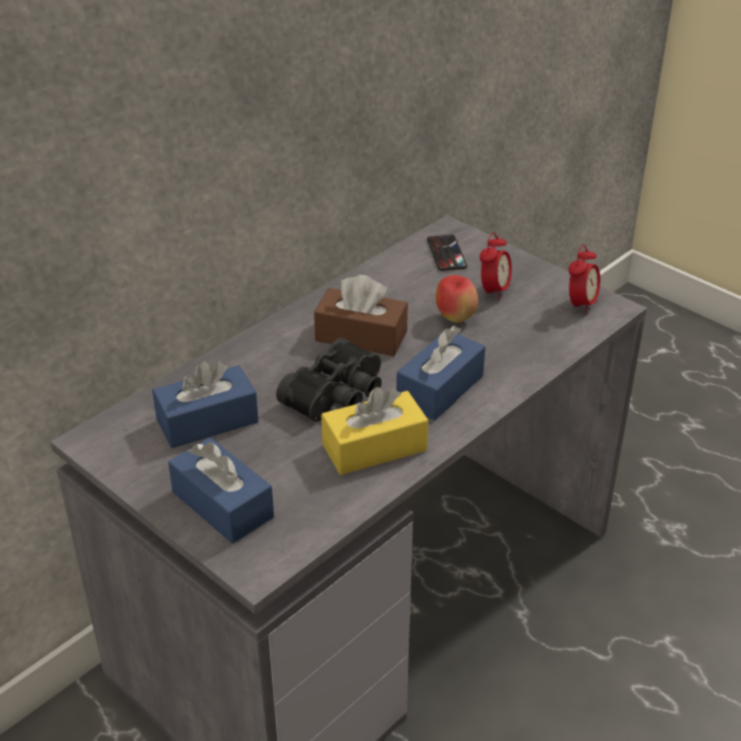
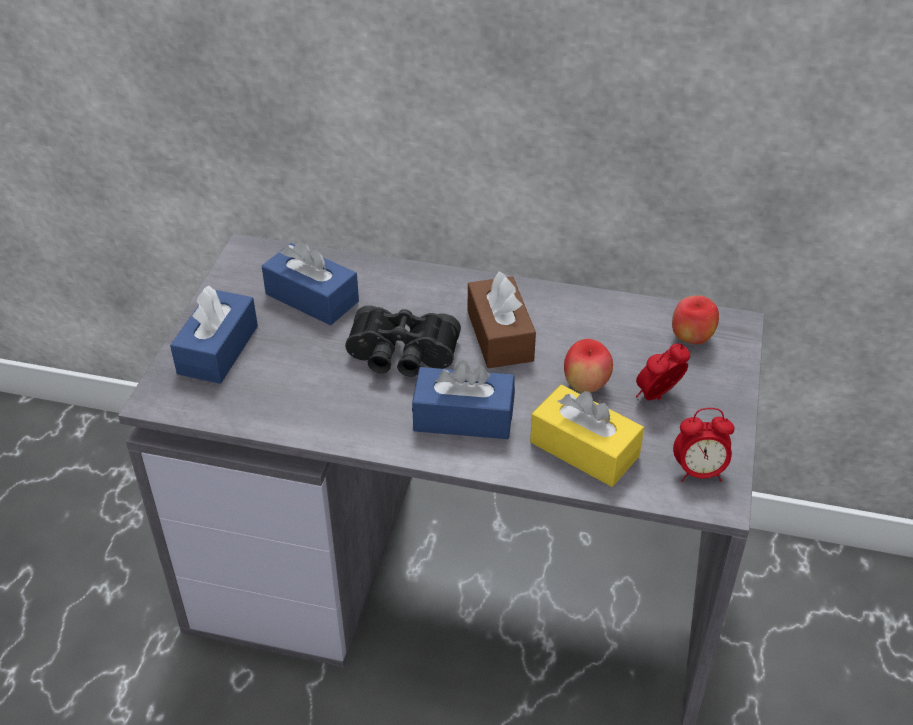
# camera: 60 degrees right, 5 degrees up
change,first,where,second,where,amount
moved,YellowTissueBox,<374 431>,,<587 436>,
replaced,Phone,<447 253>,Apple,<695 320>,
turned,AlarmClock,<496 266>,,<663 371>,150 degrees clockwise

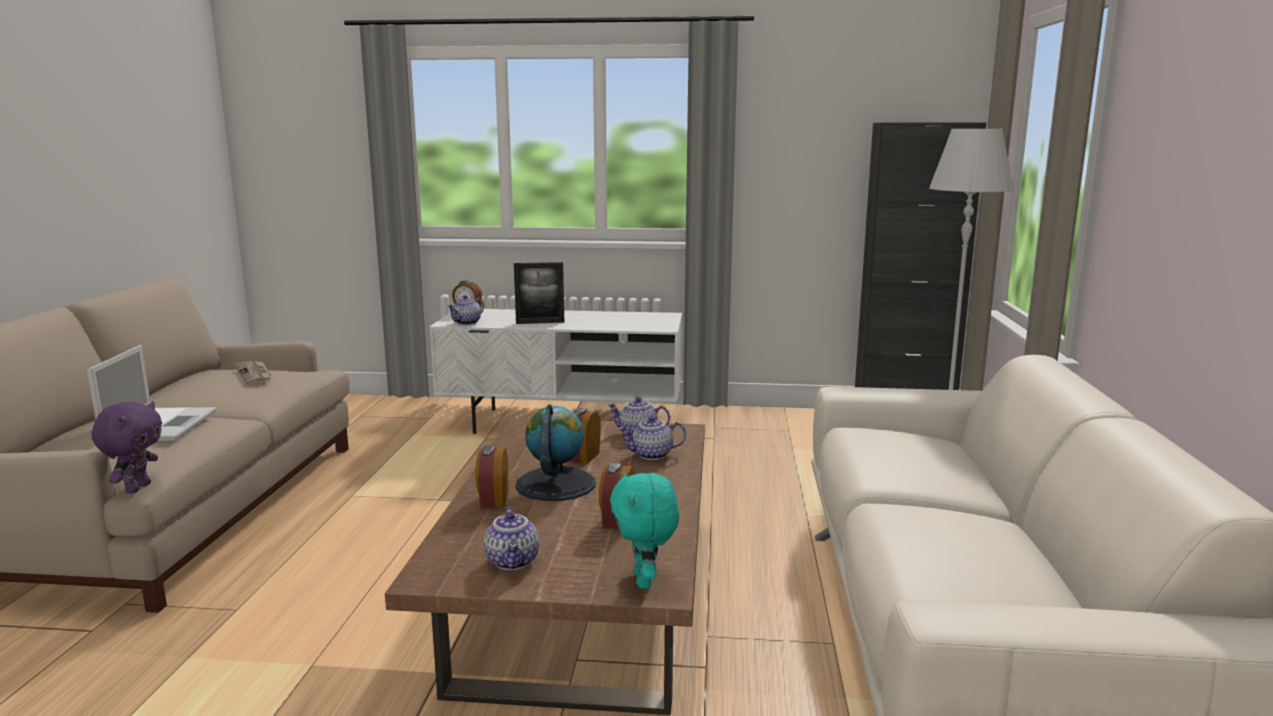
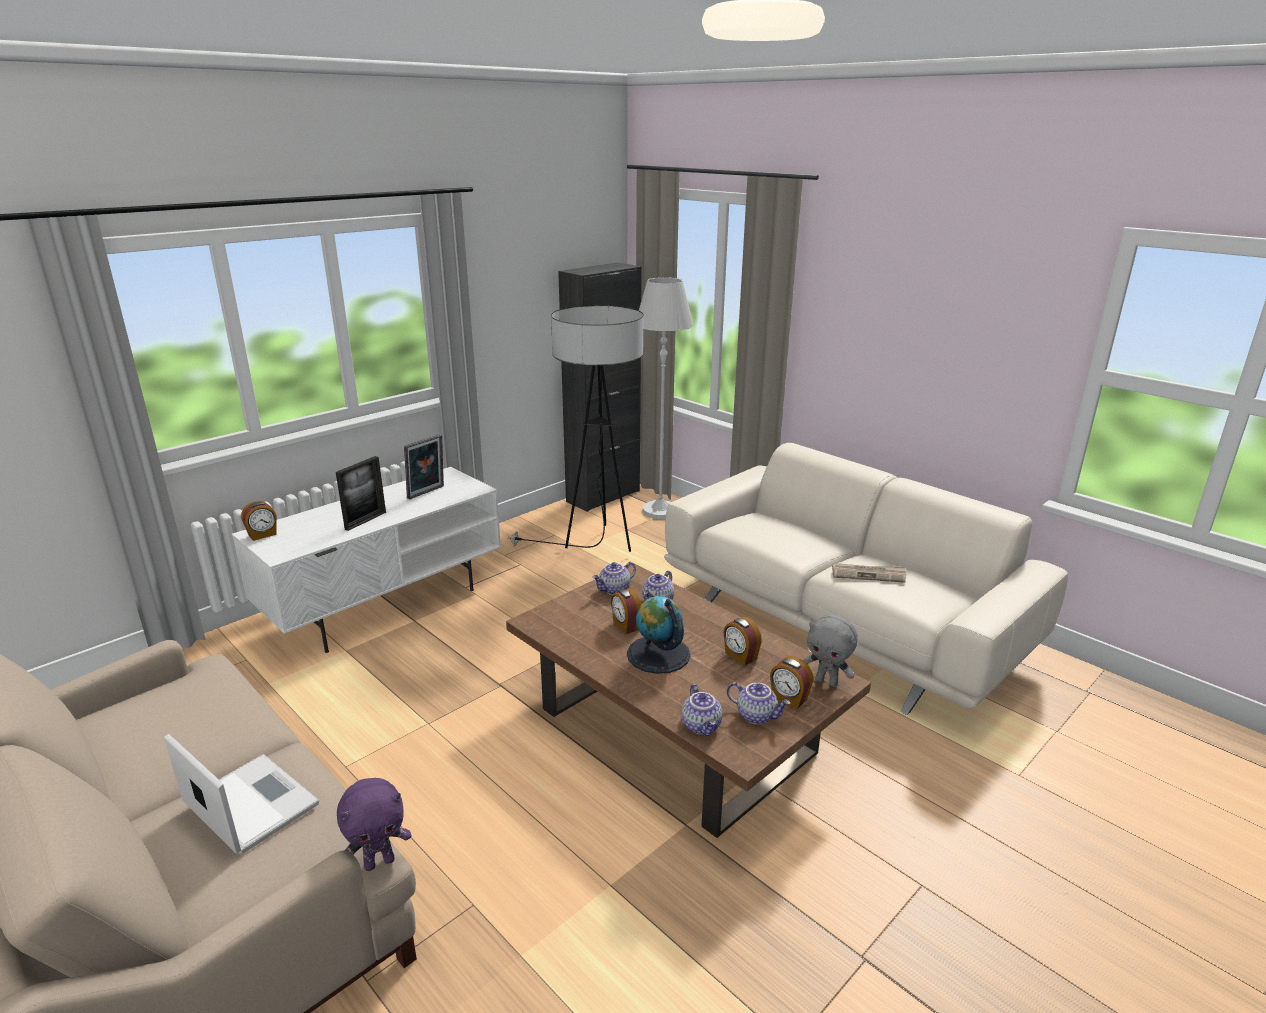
# camera: 50 degrees left, 10 degrees up
change,first,where,second,where,amount
turned,PurplePlushToy,<127 447>,,<374 824>,105 degrees clockwise
moved,Newspaper,<253 373>,,<869 573>,
moved,Teapot,<465 310>,,<702 710>,
moved,AlarmClock,<492 476>,,<791 682>,
recoloured,TurquoisePlushToy,<644 530>,GreyPlushToy,<830 651>,
added,,,PictureFrame,<424 466>,
added,,,FloorLamp,<575 428>,

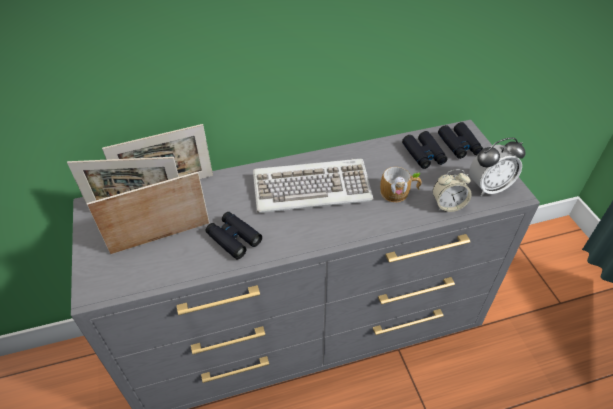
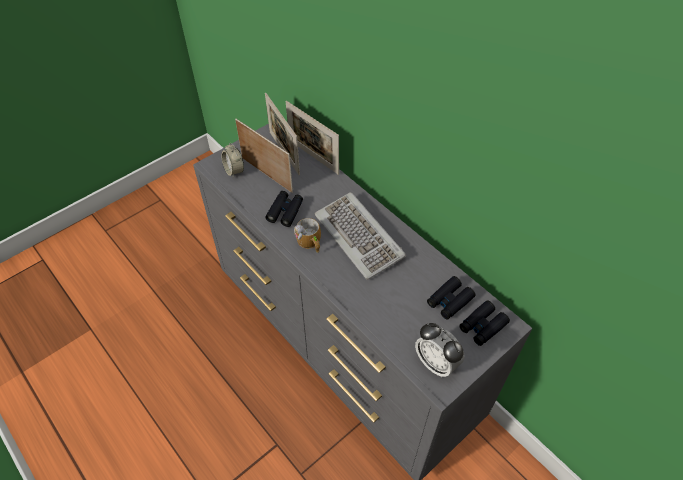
# camera: 65 degrees right, 5 degrees up
change,first,where,second,where,amount
moved,Mug,<401 184>,,<307 235>,
moved,AlarmClock,<452 190>,,<232 160>,

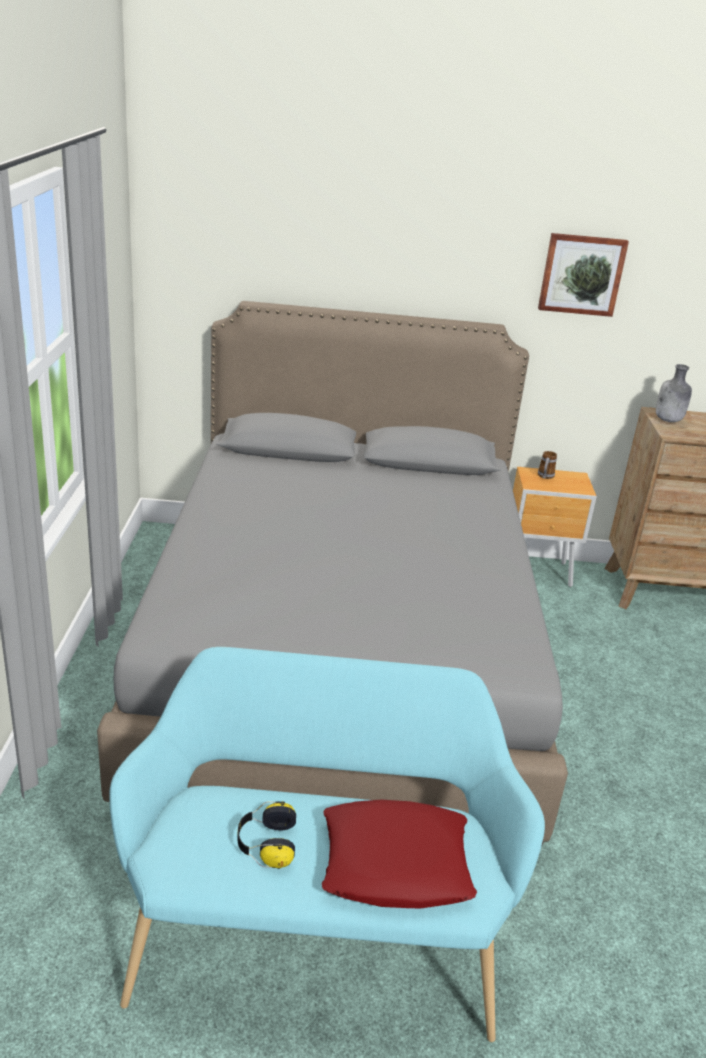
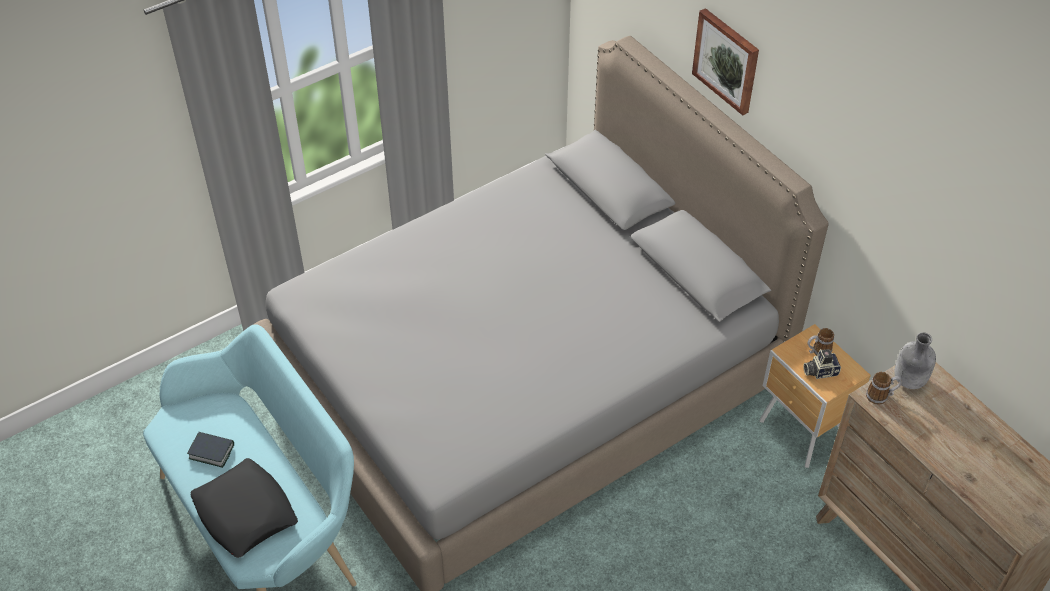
# camera: 55 degrees right, 20 degrees up
change,first,where,second,where,amount
replaced,Headphones,<266 835>,Book,<210 450>,
recoloured,RedPillow,<399 854>,BlackPillow,<244 508>,
moved,Picture,<583 275>,,<725 61>,
added,,,PhotoCamera,<822 364>,
added,,,Mug,<884 388>,

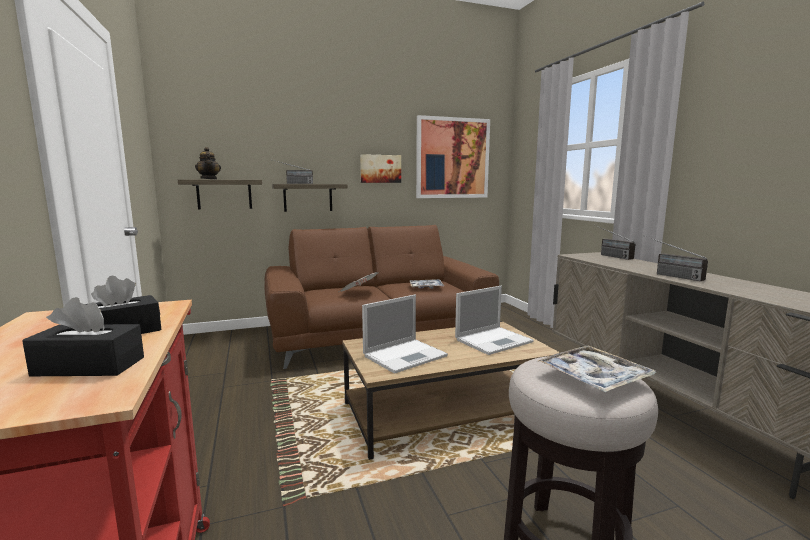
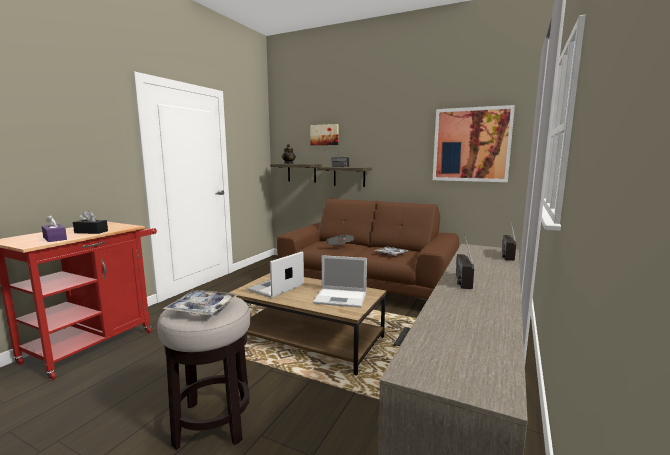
# camera: 45 degrees right, 0 degrees up
change,first,where,second,where,amount
recoloured,BlackTissueBox,<83 336>,PurpleTissueBox,<54 228>,
moved,Picture,<380 168>,,<324 134>,
turned,Laptop,<405 334>,,<275 275>,120 degrees clockwise

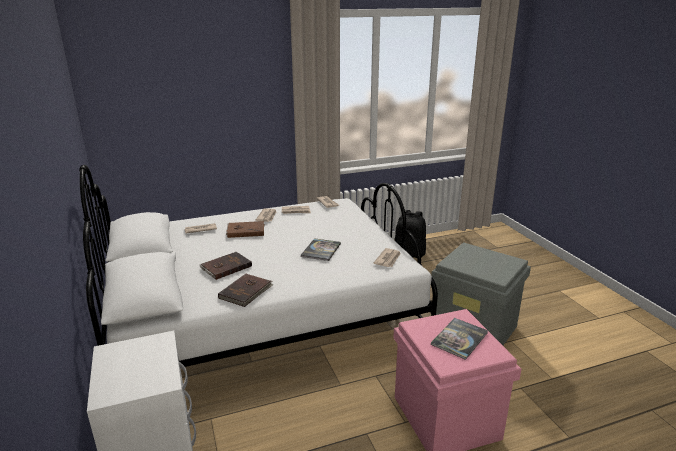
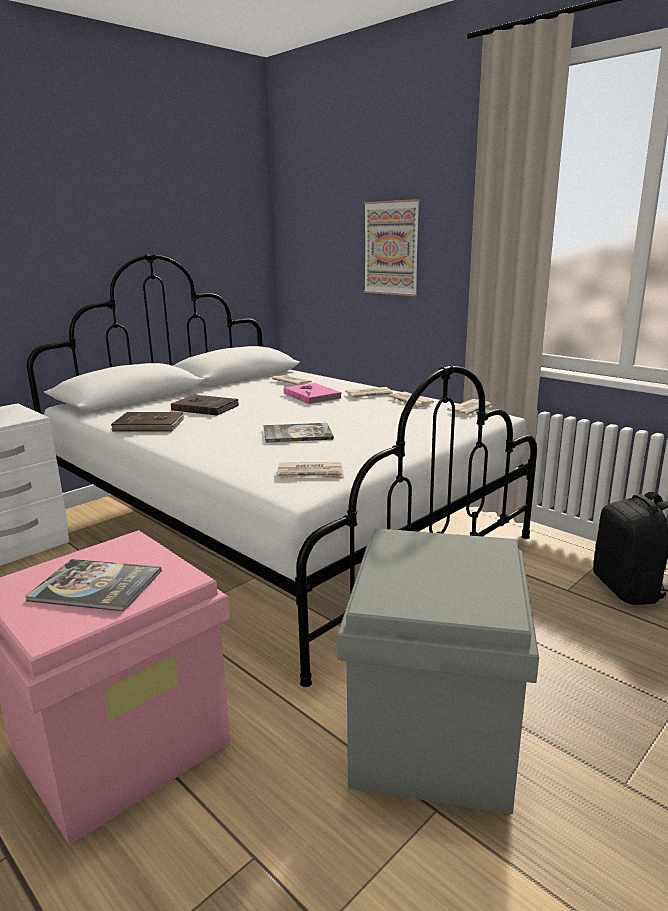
# camera: 65 degrees right, 5 degrees down
change,first,where,second,where,amount
recoloured,BrownBook,<245 229>,PinkBook,<313 393>,
added,,,Picture,<392 247>,

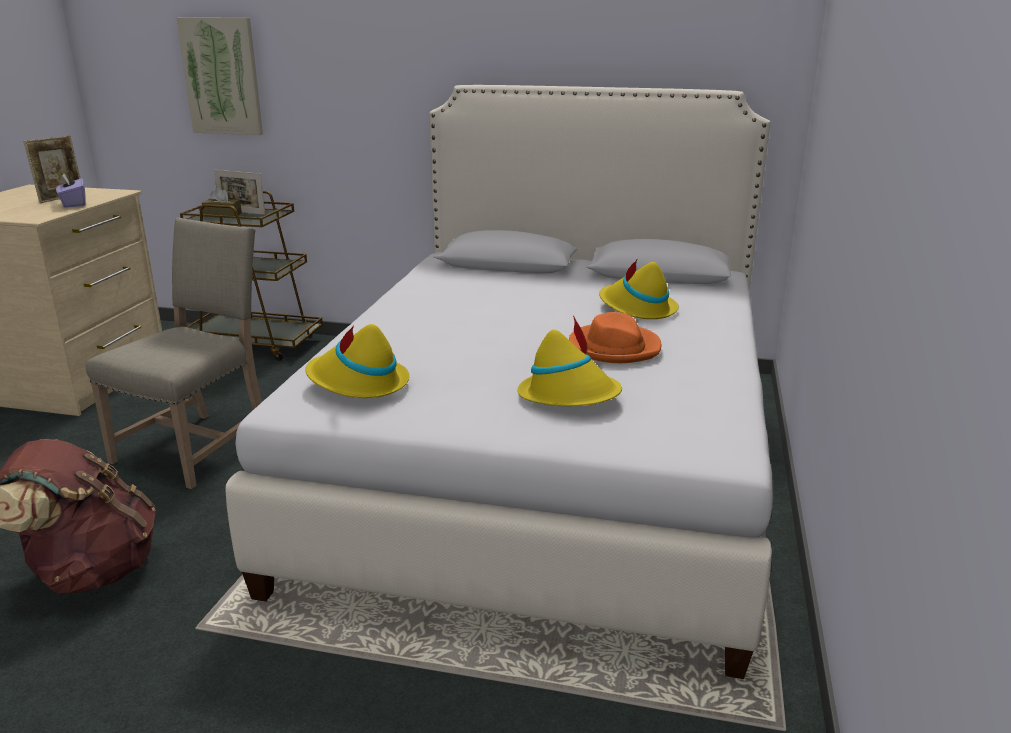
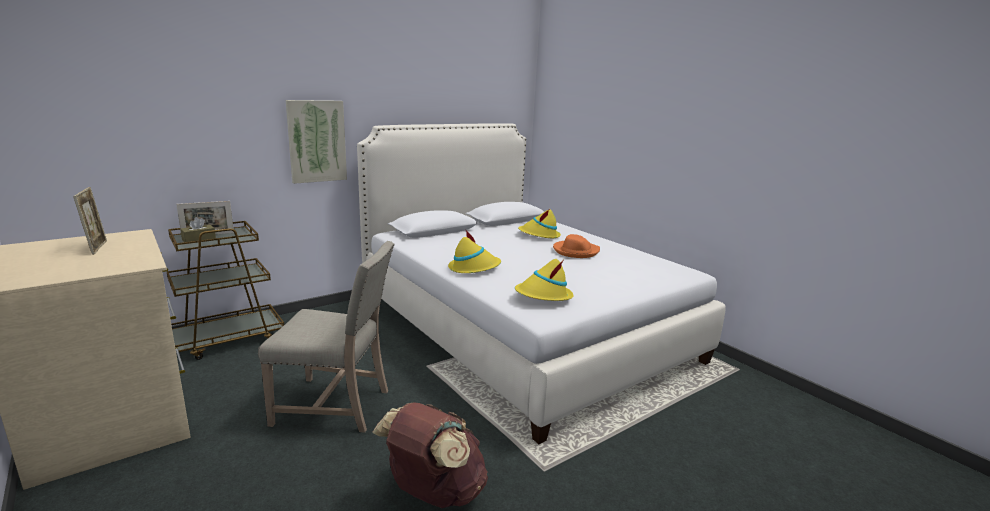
# camera: 50 degrees left, 5 degrees down
change,first,where,second,where,amount
removed,PurpleTissueBox,<71 190>,,,
turned,BeigeChair,<174 353>,,<326 337>,120 degrees clockwise
moved,Picture,<220 76>,,<316 142>,
moved,YellowHat,<569 360>,,<474 251>,

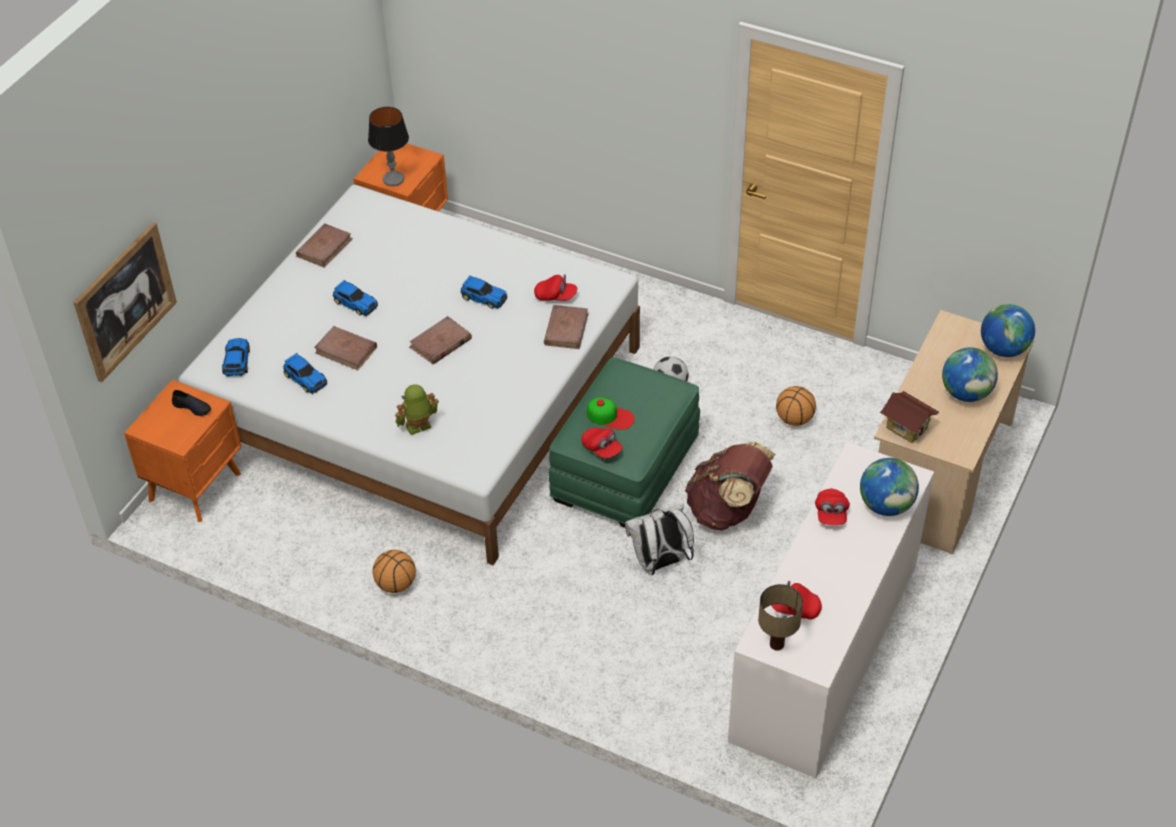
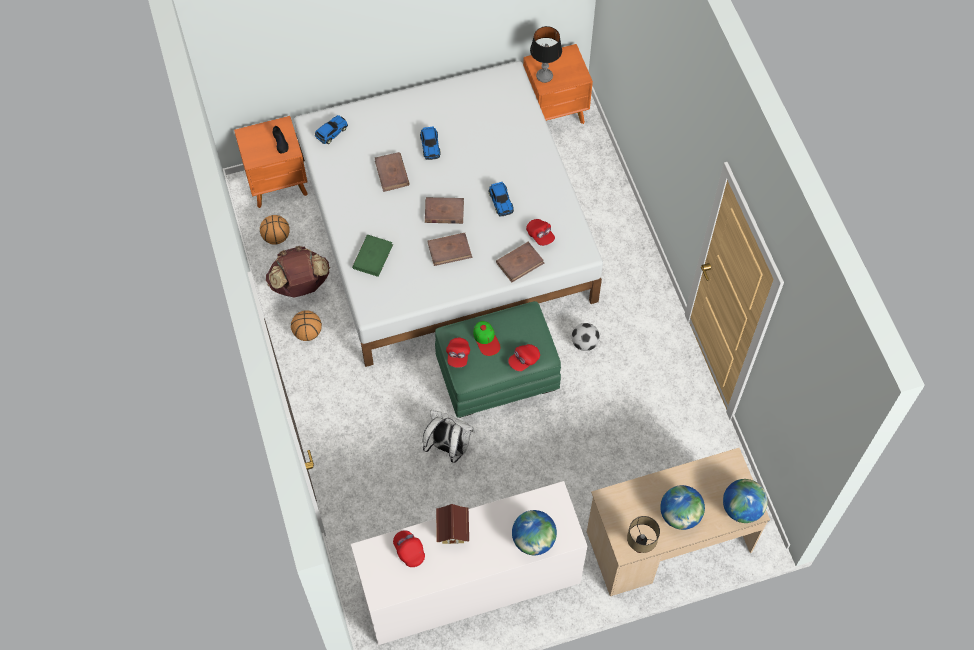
# camera: 45 degrees right, 15 degrees up
change,first,where,second,where,amount
removed,Picture,<125 302>,,,
removed,ToyCar,<305 373>,,,
moved,BrownBook,<324 245>,,<450 249>,
replaced,ToyRobot,<417 409>,GreenBook,<372 256>,
moved,BrownBackpack,<730 486>,,<298 271>,
moved,TableLamp,<780 617>,,<643 534>,
moved,Basketball,<796 406>,,<275 230>,
moved,RedCap,<832 507>,,<524 357>,
moved,ToyHouse,<909 417>,,<452 524>,

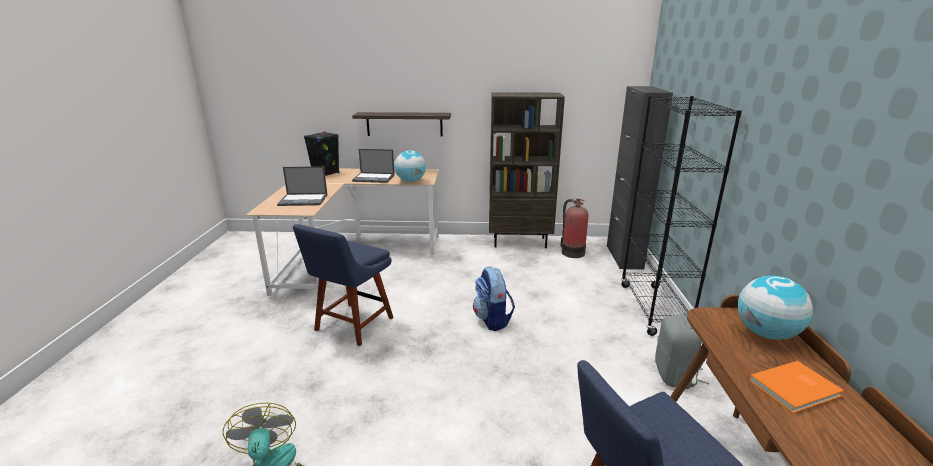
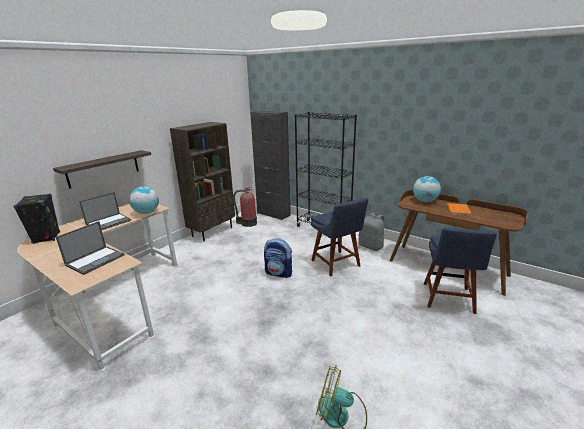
# camera: 55 degrees left, 0 degrees up
change,first,where,second,where,amount
moved,BlueChair,<343 285>,,<339 237>,

